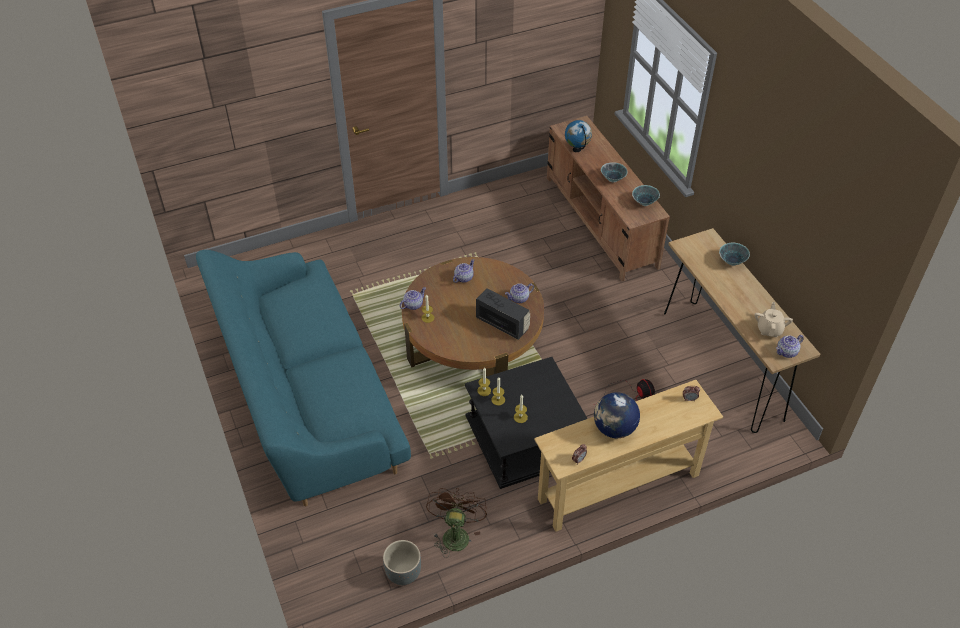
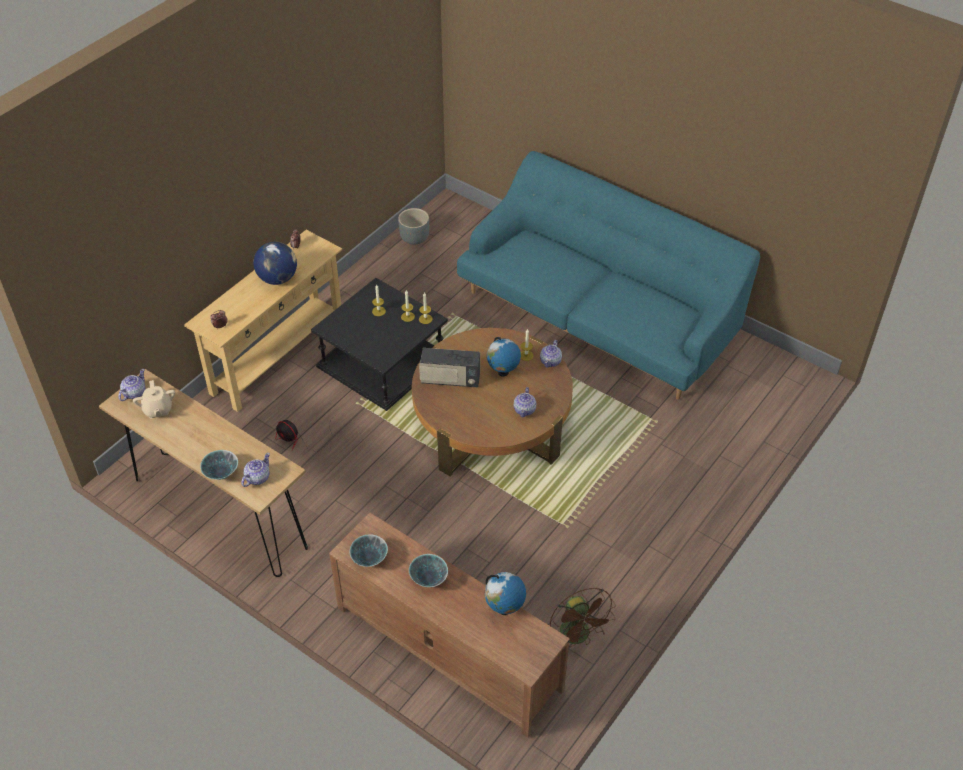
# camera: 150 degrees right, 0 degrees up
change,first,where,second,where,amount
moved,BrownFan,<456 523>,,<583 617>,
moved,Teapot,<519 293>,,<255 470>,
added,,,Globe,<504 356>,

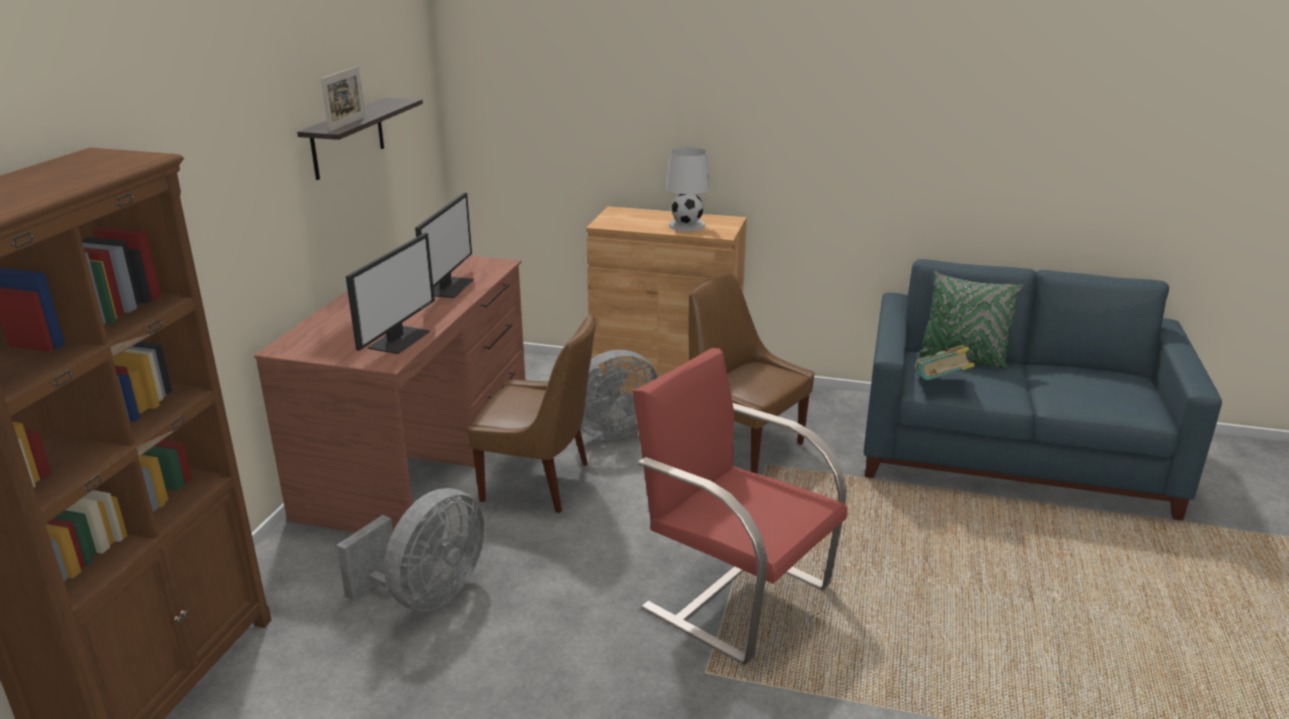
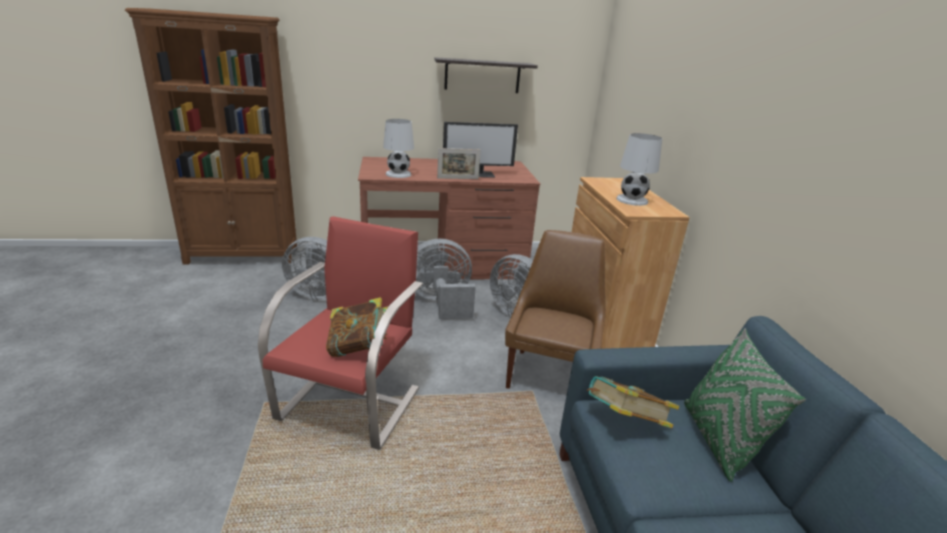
# camera: 65 degrees right, 0 degrees up
change,first,where,second,where,amount
moved,PictureFrame,<343 99>,,<459 163>,
replaced,Monitor,<390 293>,WhiteTableLamp,<398 148>,
replaced,BrownChair,<532 413>,GreyFan,<446 279>,
added,,,Book,<357 327>,

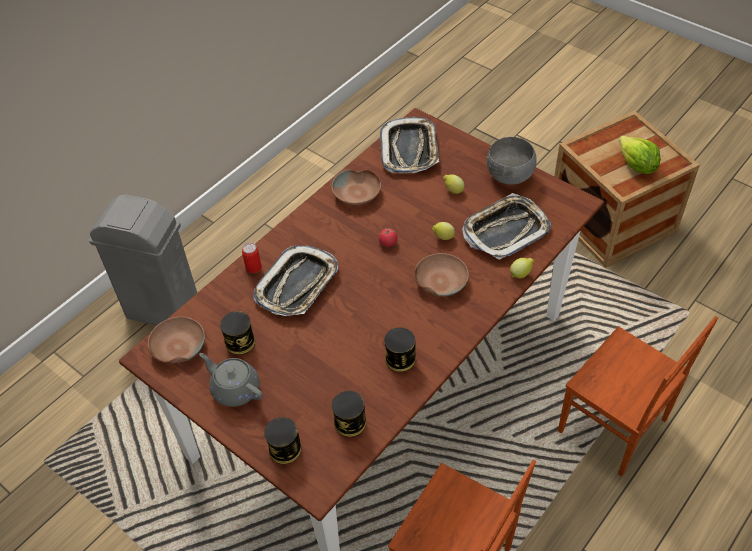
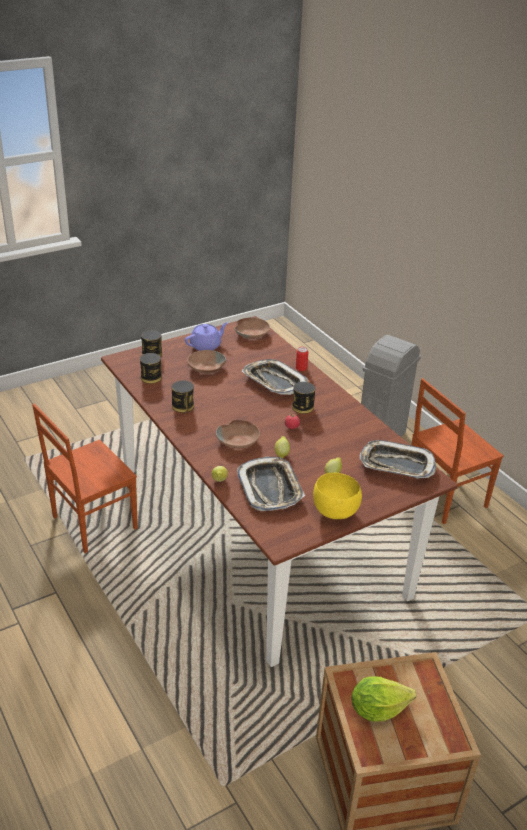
# camera: 105 degrees right, 15 degrees down
change,first,where,second,where,amount
recoloured,GreyTeapot,<231 380>,PurpleTeapot,<206 336>,
moved,Can,<237 333>,,<303 398>,
moved,BrownBowl,<356 187>,,<206 362>,
recoloured,GreyBowl,<512 161>,YellowBowl,<337 496>,
moved,BrownChair,<638 396>,,<457 451>,

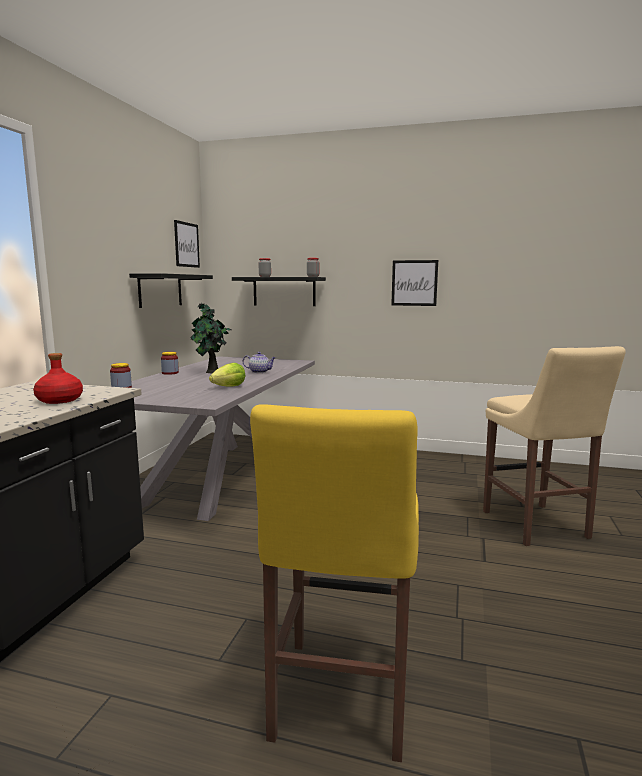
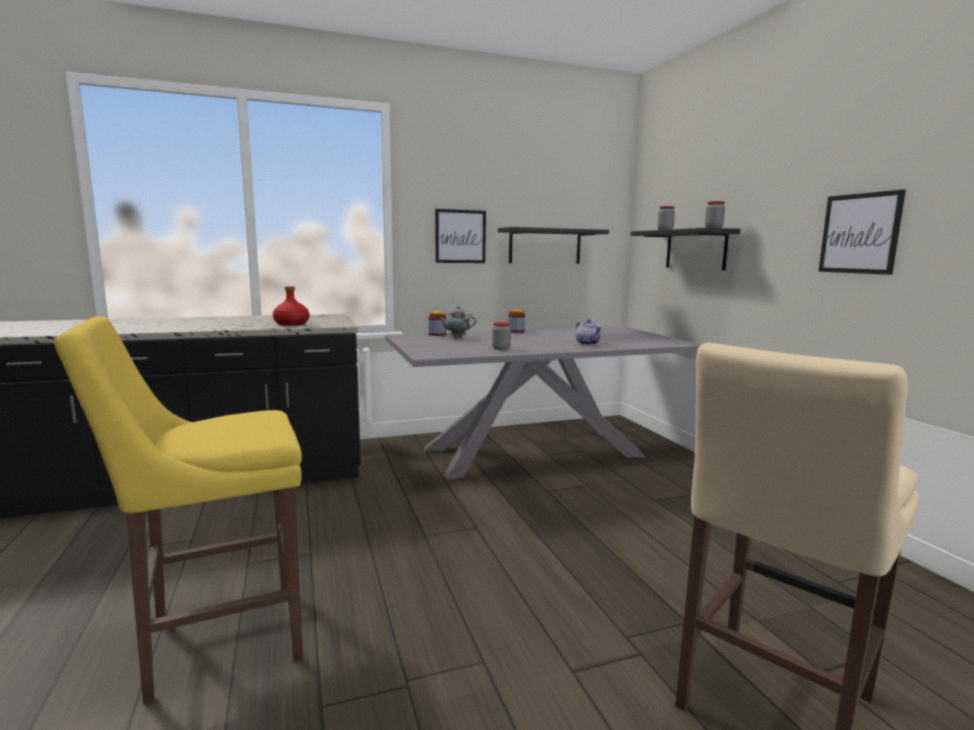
# camera: 55 degrees right, 0 degrees up
change,first,where,second,where,amount
moved,Picture,<187 244>,,<460 236>,
removed,PottedPlant,<211 338>,,,
replaced,Lettuce,<227 375>,Jar,<501 336>,
added,,,Teapot,<457 322>,

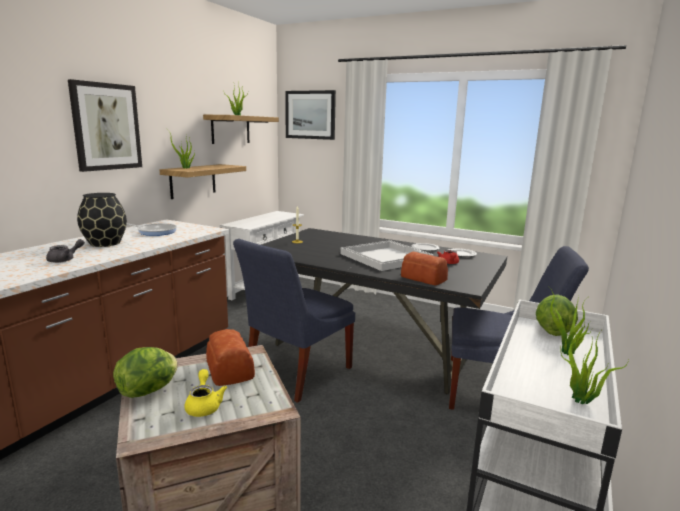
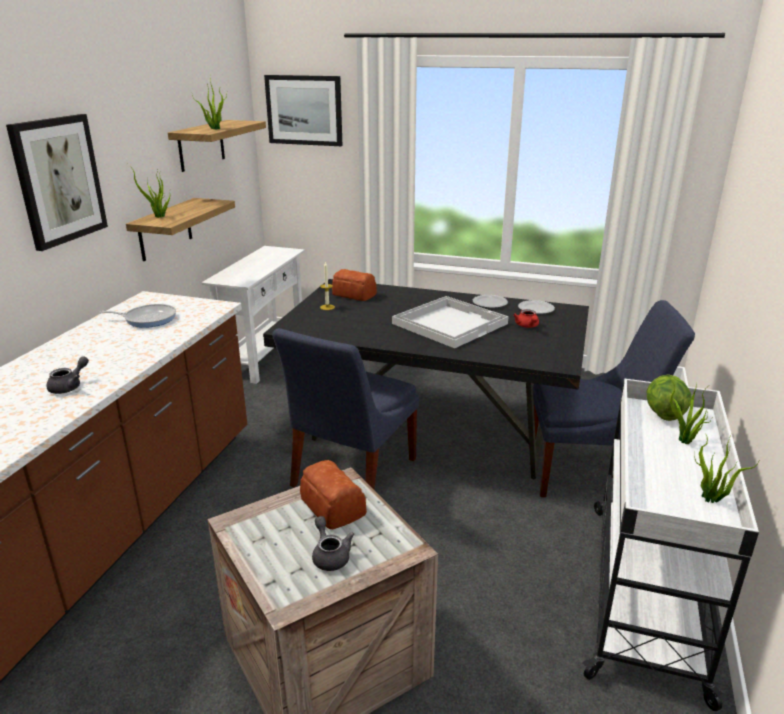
# camera: 10 degrees left, 10 degrees up
change,first,where,second,where,amount
removed,BlackVase,<102 220>,,,
removed,Lettuce,<145 372>,,,
recoloured,YellowTeapot,<206 393>,GreyTeapot,<333 543>,
moved,Bread,<424 268>,,<354 285>,

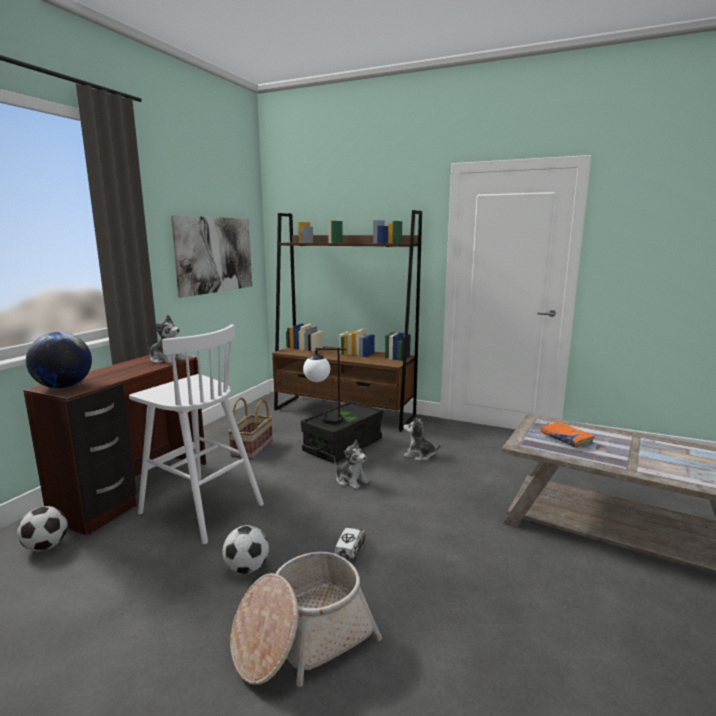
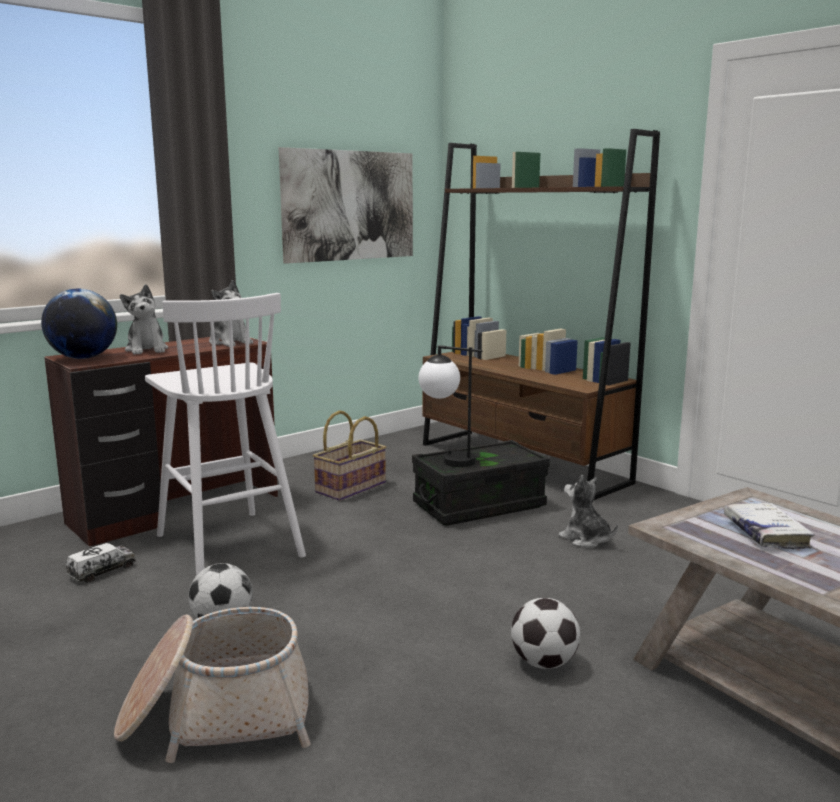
# camera: 25 degrees right, 0 degrees up
change,first,where,second,where,amount
moved,Football,<42 528>,,<545 633>,
moved,PlushToy,<351 464>,,<144 319>,
moved,ToyTruck,<350 545>,,<101 563>,
recoloured,OrangeBook,<567 435>,WhiteBook,<769 526>,

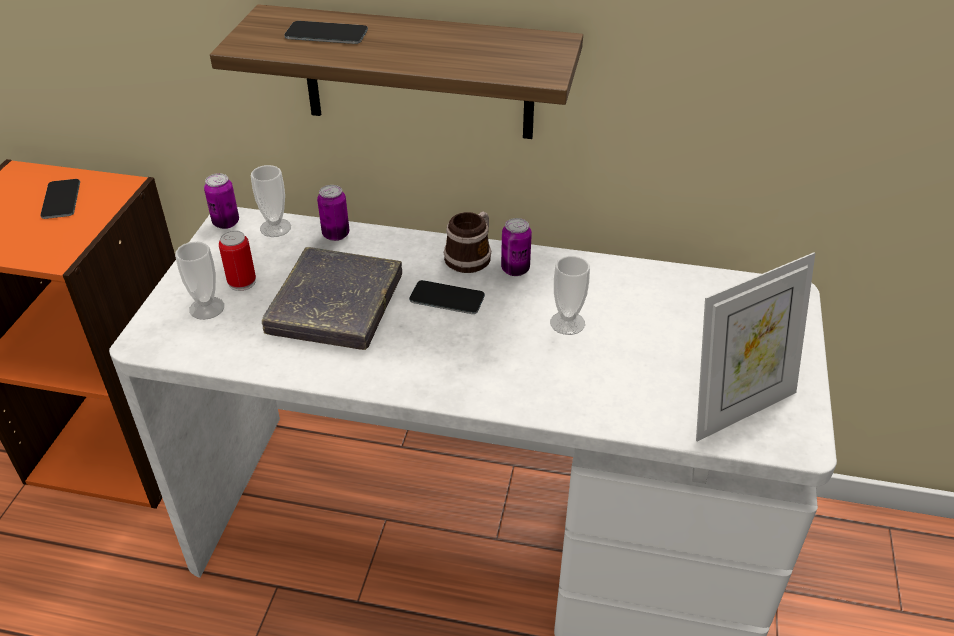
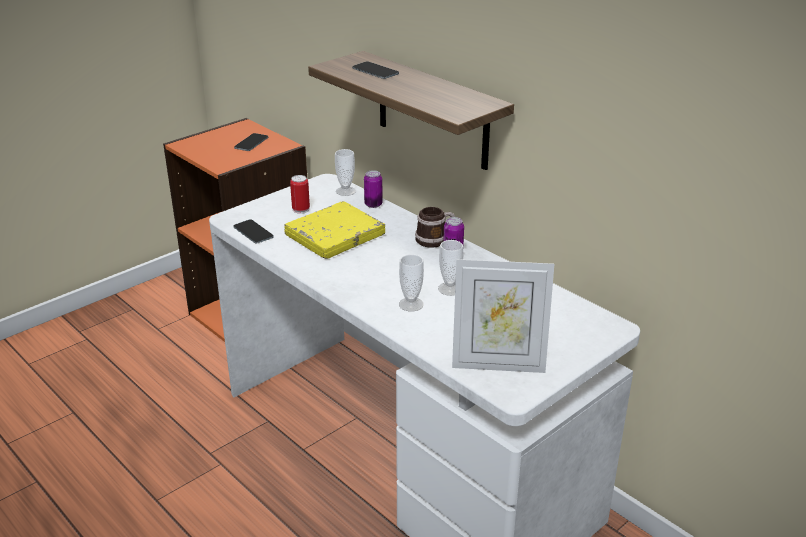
# camera: 35 degrees right, 10 degrees down
change,first,where,second,where,amount
moved,Cup,<199 280>,,<411 282>,
removed,Can,<221 201>,,,
recoloured,GreyBook,<332 298>,YellowBook,<334 230>,
moved,Phone,<447 297>,,<254 231>,

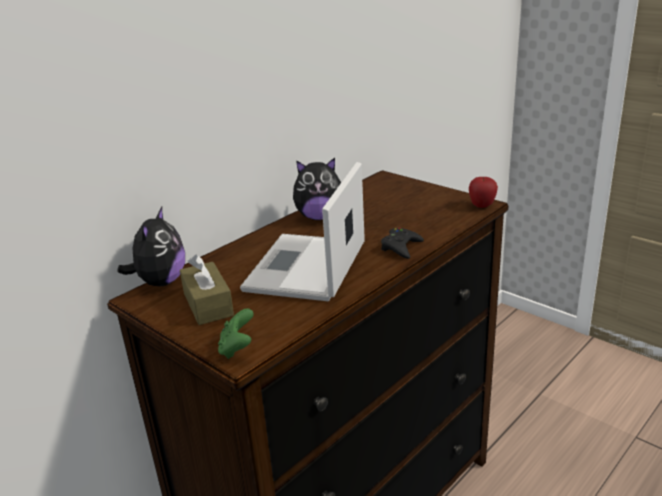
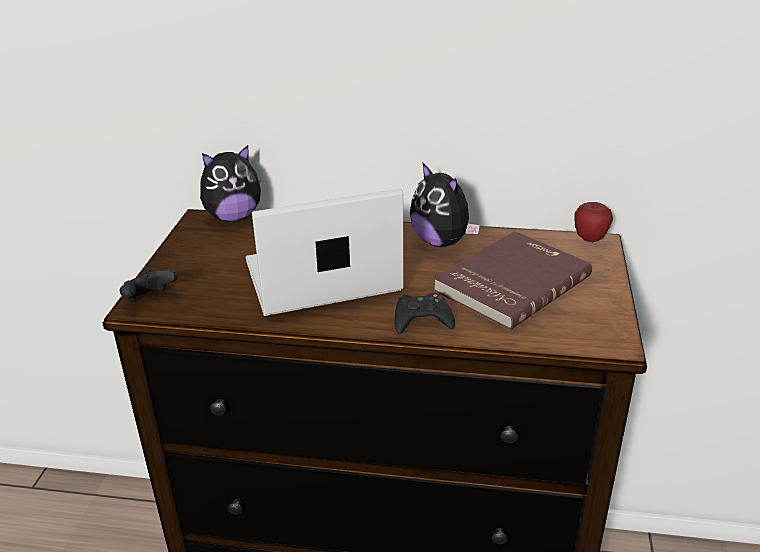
# camera: 55 degrees right, 5 degrees up
change,first,where,second,where,amount
removed,BrownTissueBox,<207 290>,,,
recoloured,GreenGameController,<236 333>,BlackGameController,<149 285>,
moved,Apple,<483 192>,,<593 222>,
added,,,RedBook,<512 280>,

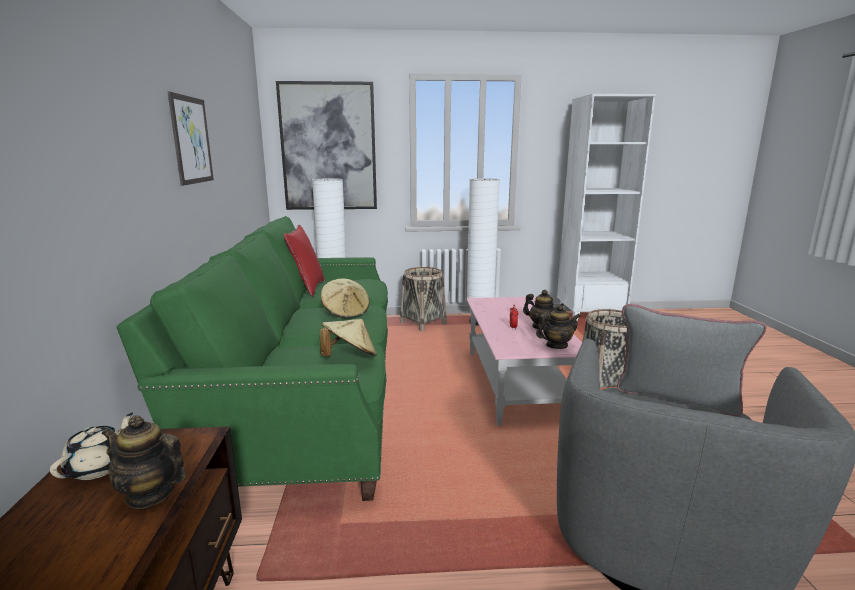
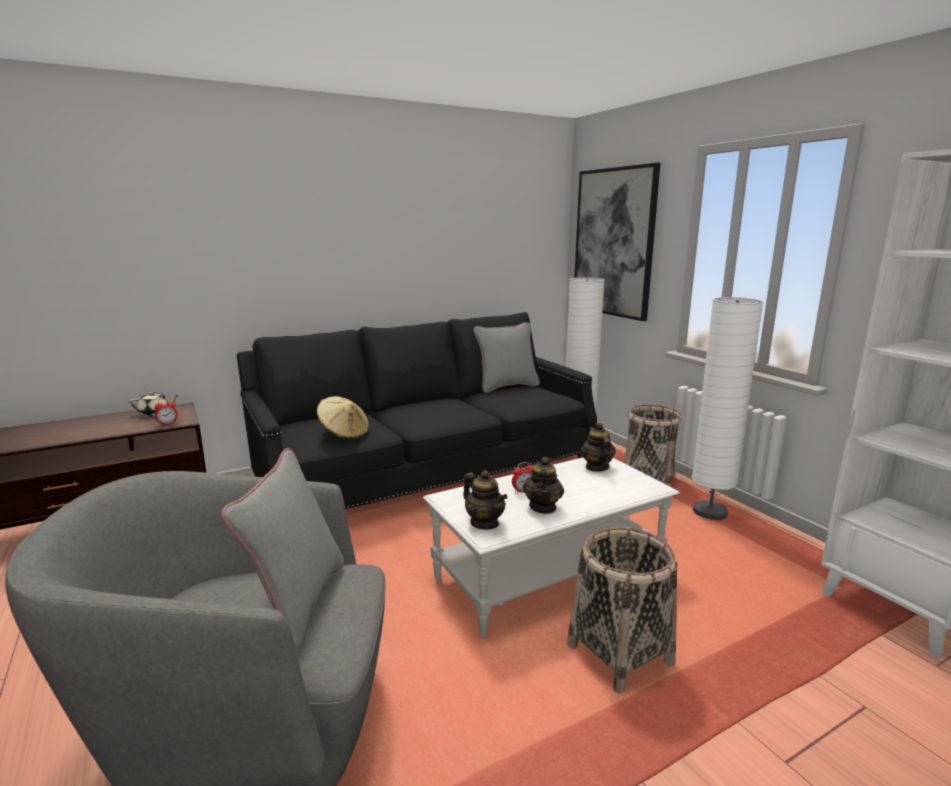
# camera: 65 degrees right, 0 degrees up
change,first,where,second,where,amount
moved,Teapot,<144 462>,,<598 447>,
recoloured,GreenSofa,<252 358>,BlackSofa,<417 410>,
removed,Picture,<191 139>,,,
recoloured,RedPillow,<304 260>,GreyPillow,<506 357>,
removed,BeigeHat,<345 299>,,,
recoloured,PinkCoffeeTable,<524 361>,WhiteCoffeeTable,<551 547>,
added,,,AlarmClock,<166 412>,

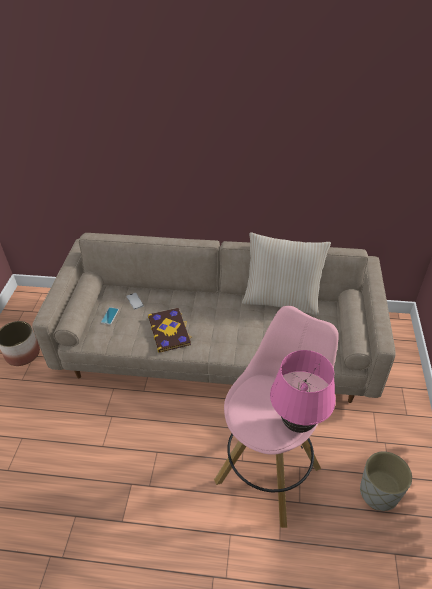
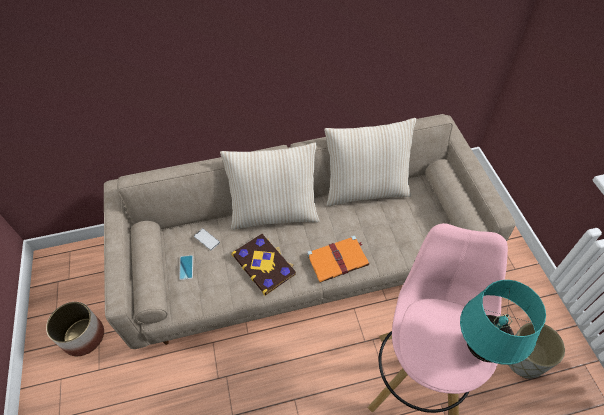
# camera: 20 degrees left, 10 degrees up
change,first,where,second,where,amount
recoloured,PinkTableLamp,<303 391>,TurquoiseTableLamp,<503 322>,
added,,,BeigePillow,<269 186>,
added,,,OrangeBook,<338 259>,

